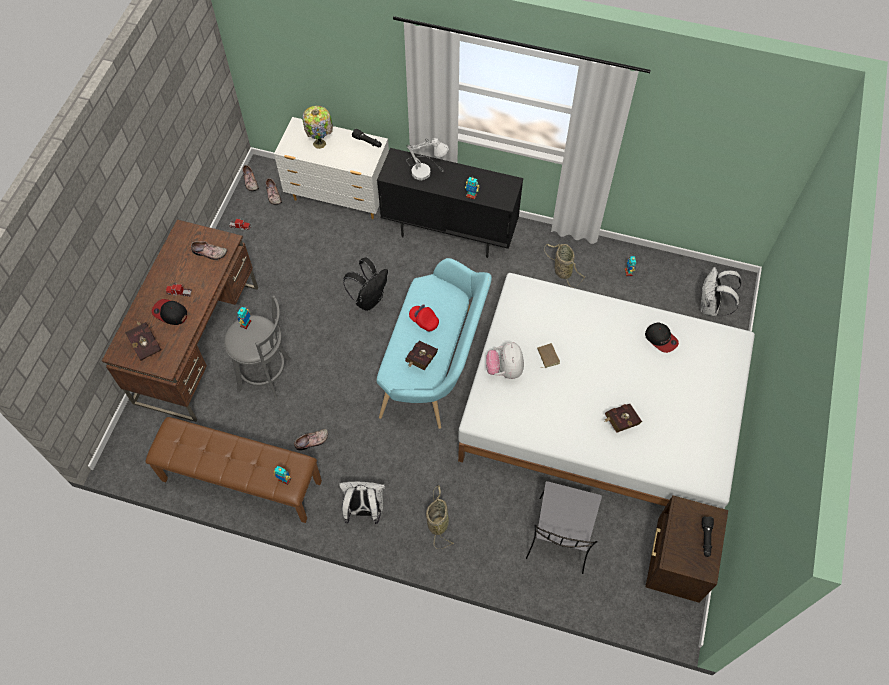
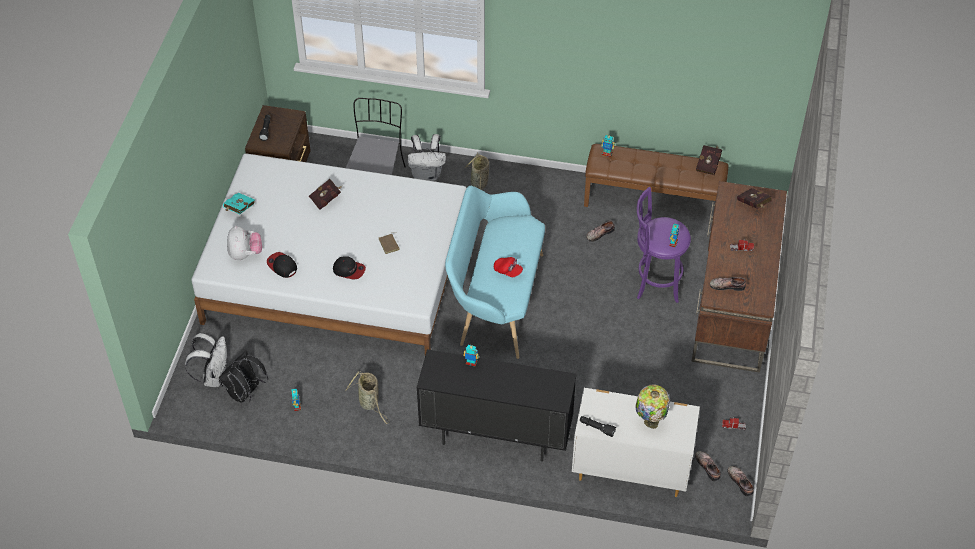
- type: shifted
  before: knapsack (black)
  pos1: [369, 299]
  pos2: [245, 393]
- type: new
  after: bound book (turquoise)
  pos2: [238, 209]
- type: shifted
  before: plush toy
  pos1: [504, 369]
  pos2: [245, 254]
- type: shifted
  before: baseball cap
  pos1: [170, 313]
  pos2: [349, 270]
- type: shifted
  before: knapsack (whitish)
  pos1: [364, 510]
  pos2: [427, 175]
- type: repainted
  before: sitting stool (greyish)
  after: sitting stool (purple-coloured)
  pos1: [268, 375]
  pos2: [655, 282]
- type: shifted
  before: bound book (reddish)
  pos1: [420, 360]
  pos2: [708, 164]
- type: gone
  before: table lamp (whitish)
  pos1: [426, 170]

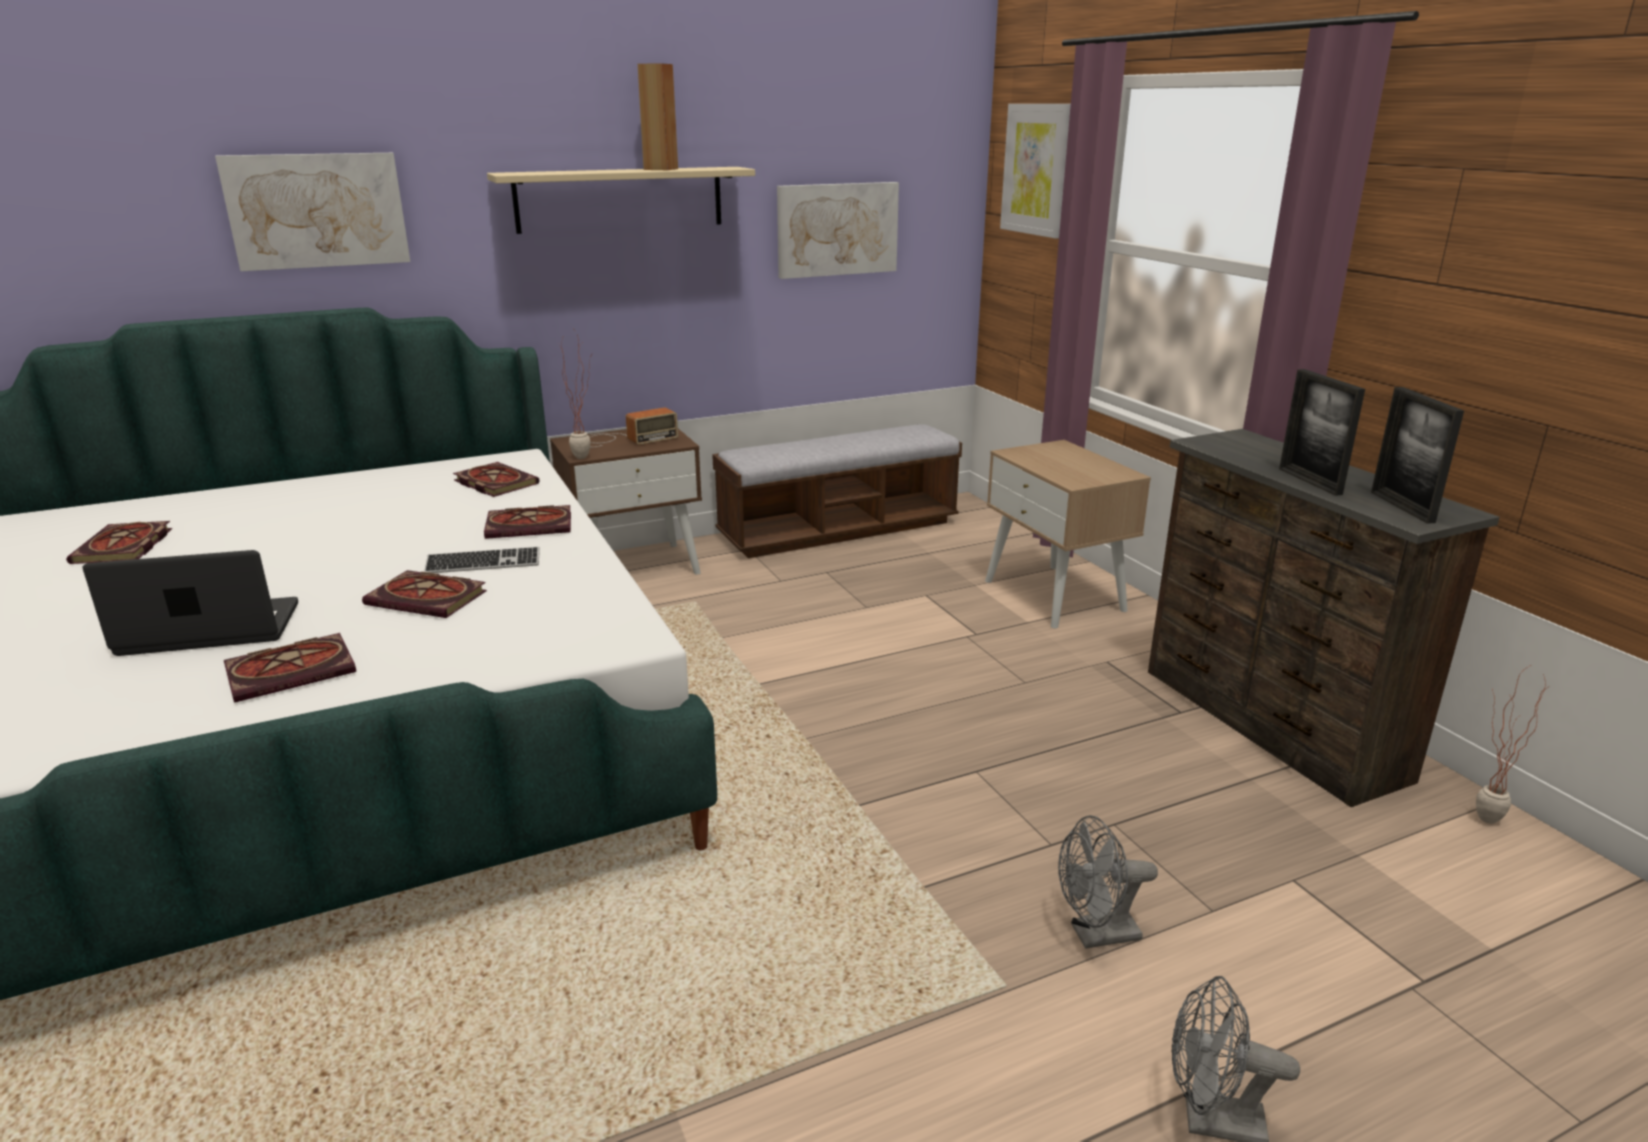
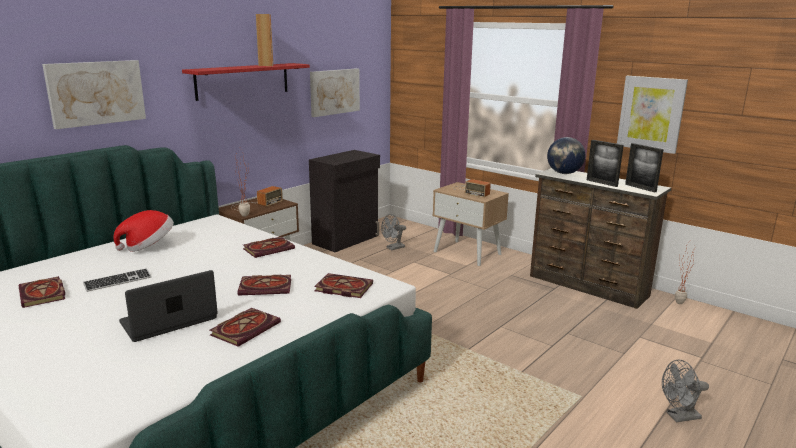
- type: shifted
  before: keyboard
  pos1: [483, 563]
  pos2: [118, 281]
- type: new
  after: hat
  pos2: [148, 246]
- type: repainted
  before: shelf (beige)
  after: shelf (reddish)
  pos1: [620, 199]
  pos2: [243, 81]
- type: swapped
  before: bench
  after: storage cabinet (black)
  pos1: [839, 530]
  pos2: [346, 240]
- type: shifted
  before: bound book
  pos1: [493, 483]
  pos2: [342, 288]
- type: shifted
  before: fan (greyish)
  pos1: [1095, 935]
  pos2: [393, 248]
- type: new
  after: radio receiver
  pos2: [471, 191]
- type: new
  after: desk globe
  pos2: [564, 173]
- type: shifted
  before: picture
  pos1: [1036, 170]
  pos2: [651, 114]

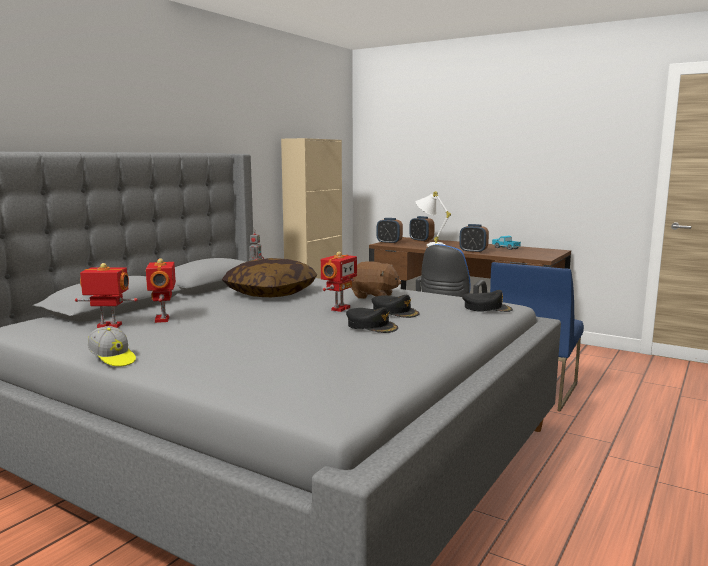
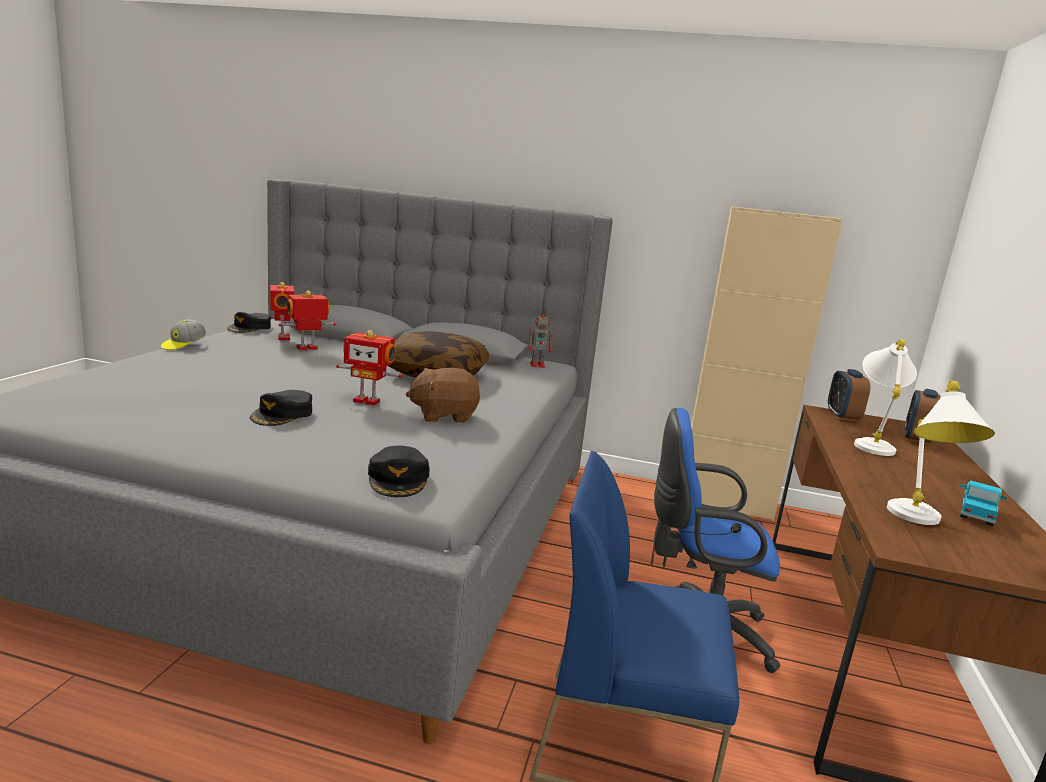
- type: shifted
  before: baseball cap (black)
  pos1: [395, 312]
  pos2: [250, 328]
- type: rotated
  before: plush toy (brown-coloured)
  pos1: [373, 296]
  pos2: [443, 415]
  turn: 75
- type: new
  after: table lamp (whitish)
  pos2: [918, 521]
- type: gone
  before: alarm clock
  pos1: [473, 252]

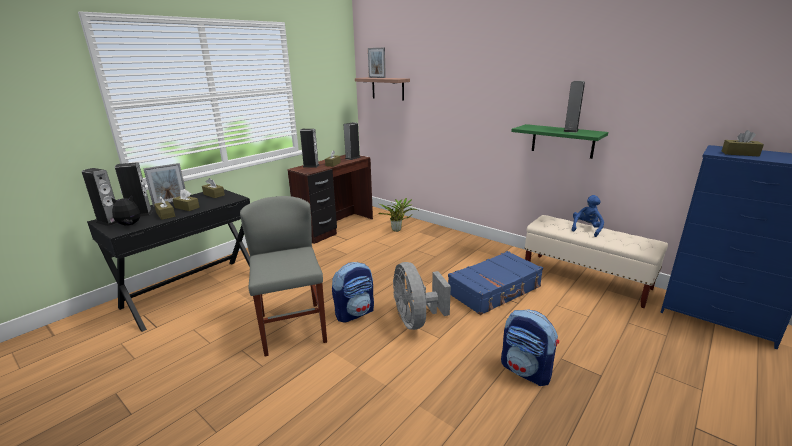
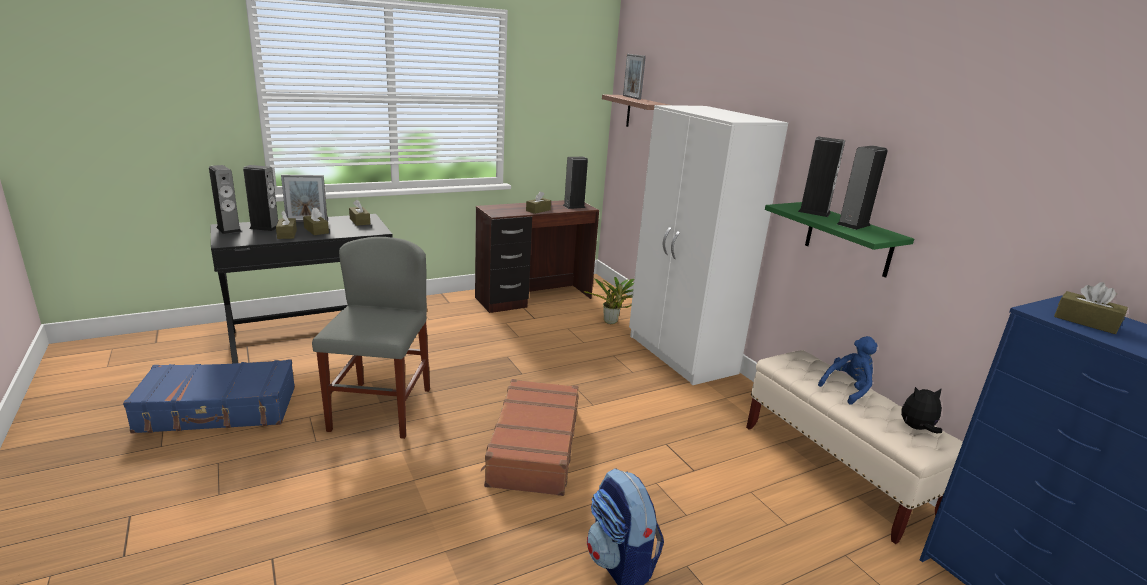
- type: shifted
  before: travel case (blue)
  pos1: [495, 290]
  pos2: [219, 410]
- type: swapped
  before: fan (greyish)
  after: travel case (brown-coloured)
  pos1: [416, 320]
  pos2: [533, 447]
- type: new
  after: armoire (whitish)
  pos2: [681, 355]
- type: shifted
  before: audio speaker
  pos1: [311, 166]
  pos2: [814, 212]
- type: shifted
  before: plush toy
  pos1: [129, 225]
  pos2: [917, 429]
- type: gone
  before: knapsack
  pos1: [355, 313]

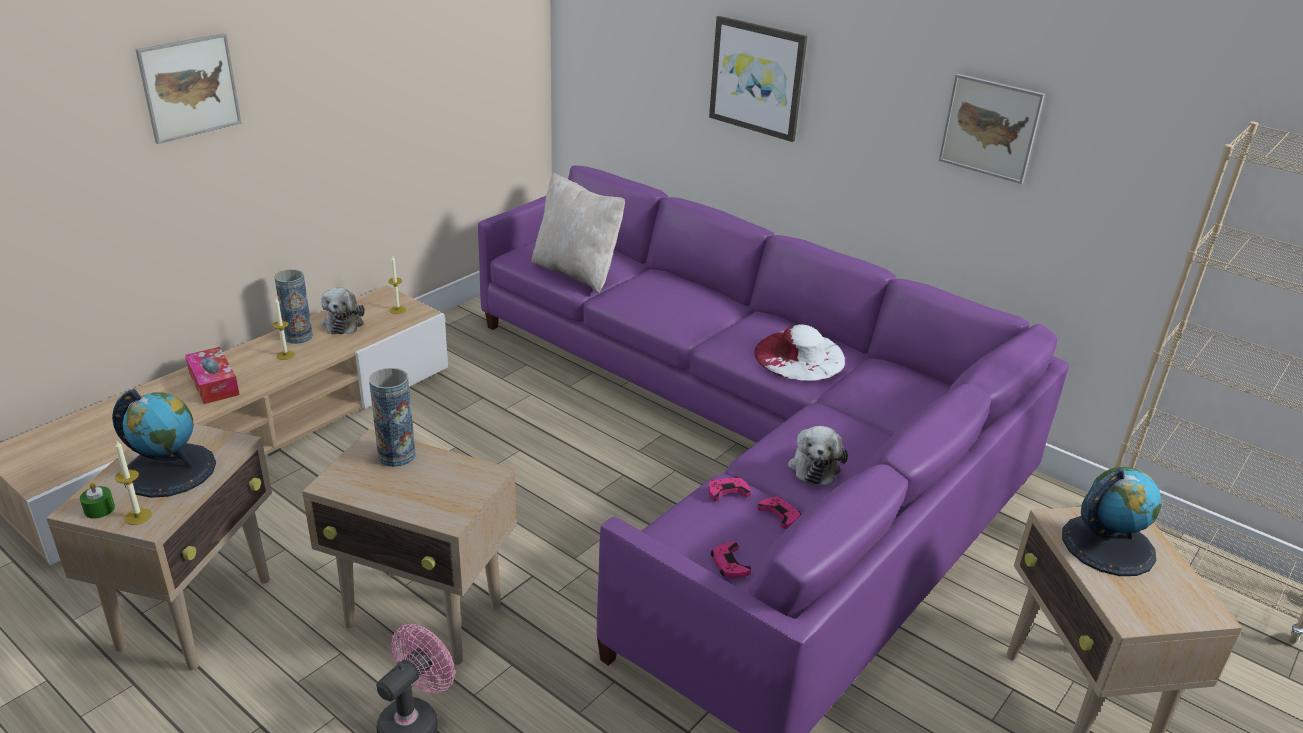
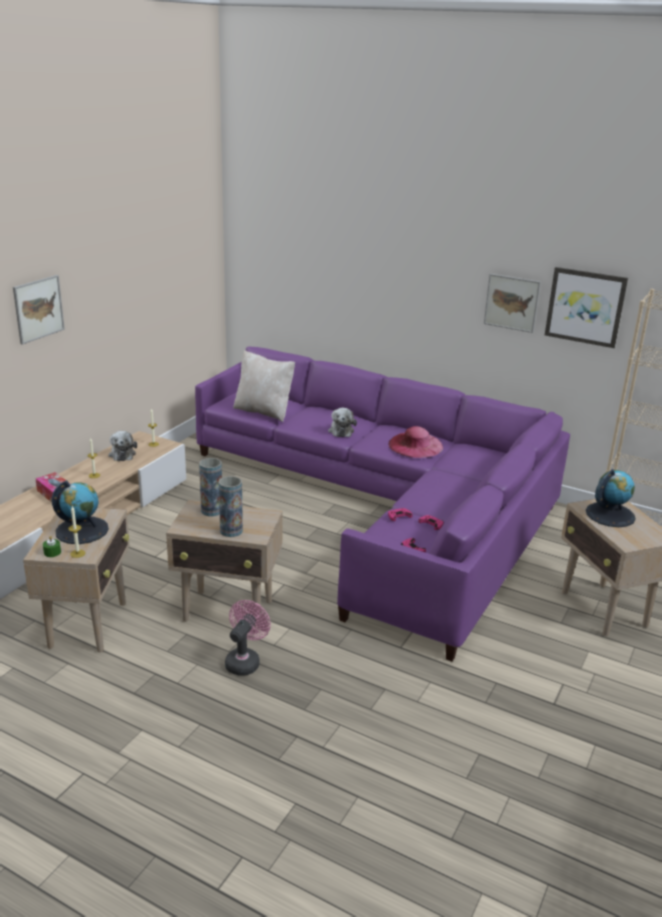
- type: shifted
  before: flower vase
  pos1: [298, 336]
  pos2: [231, 531]
- type: shifted
  before: plush toy
  pos1: [814, 465]
  pos2: [341, 430]
- type: repainted
  before: hat (whitish)
  after: hat (pink-coloured)
  pos1: [799, 356]
  pos2: [415, 445]
- type: shifted
  before: picture
  pos1: [757, 78]
  pos2: [585, 307]

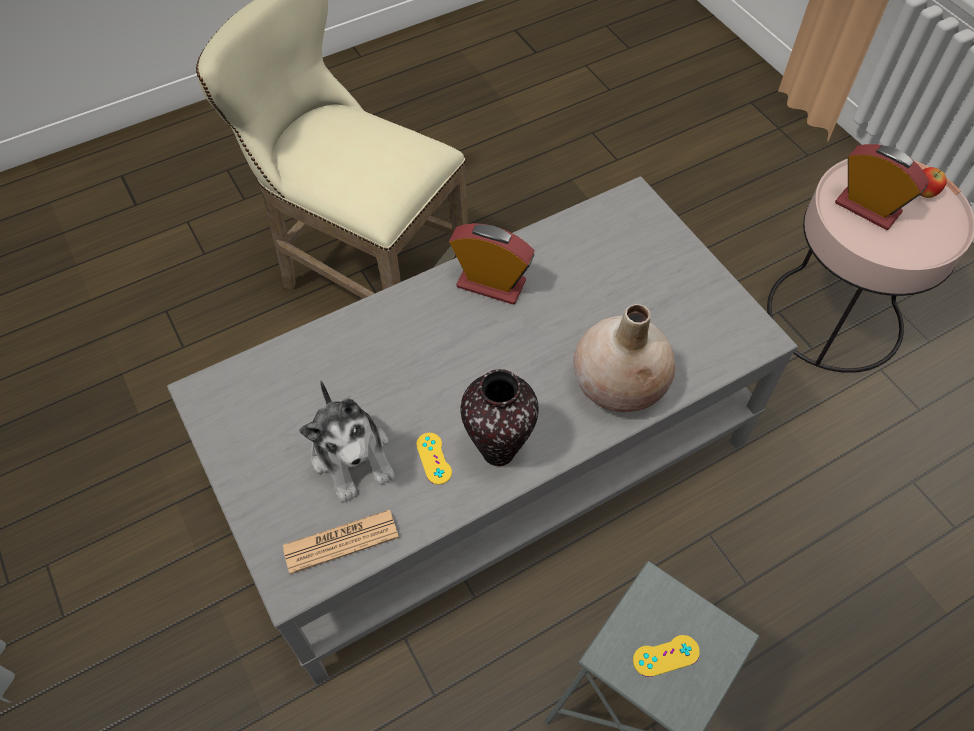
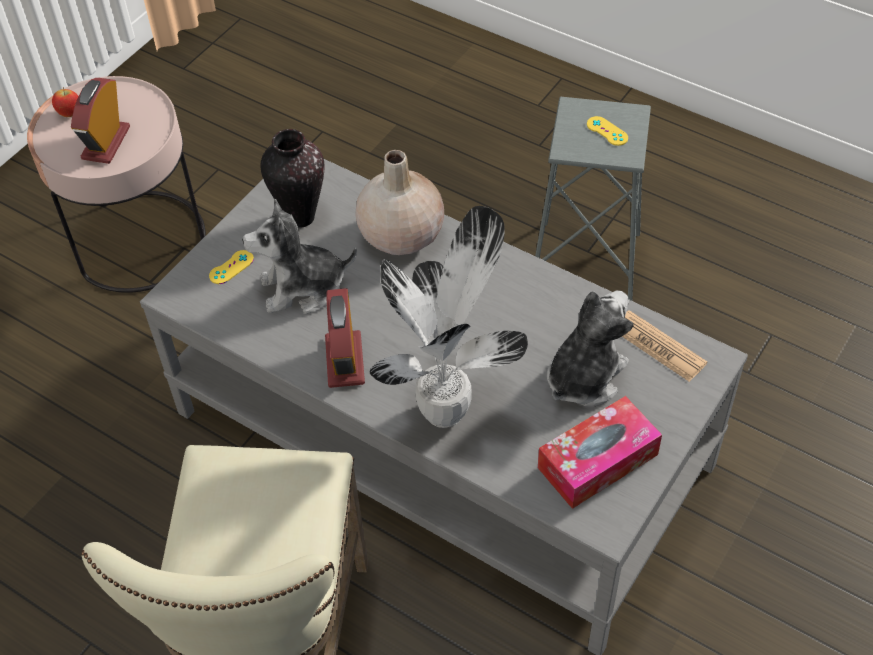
- type: shifted
  before: joypad (yellowish)
  pos1: [434, 458]
  pos2: [231, 267]
- type: new
  after: plush toy
  pos2: [303, 288]
- type: shifted
  before: flower vase
  pos1: [499, 451]
  pos2: [300, 217]
- type: new
  after: plant in a pot
  pos2: [447, 409]
- type: new
  after: box of tissues
  pos2: [597, 461]

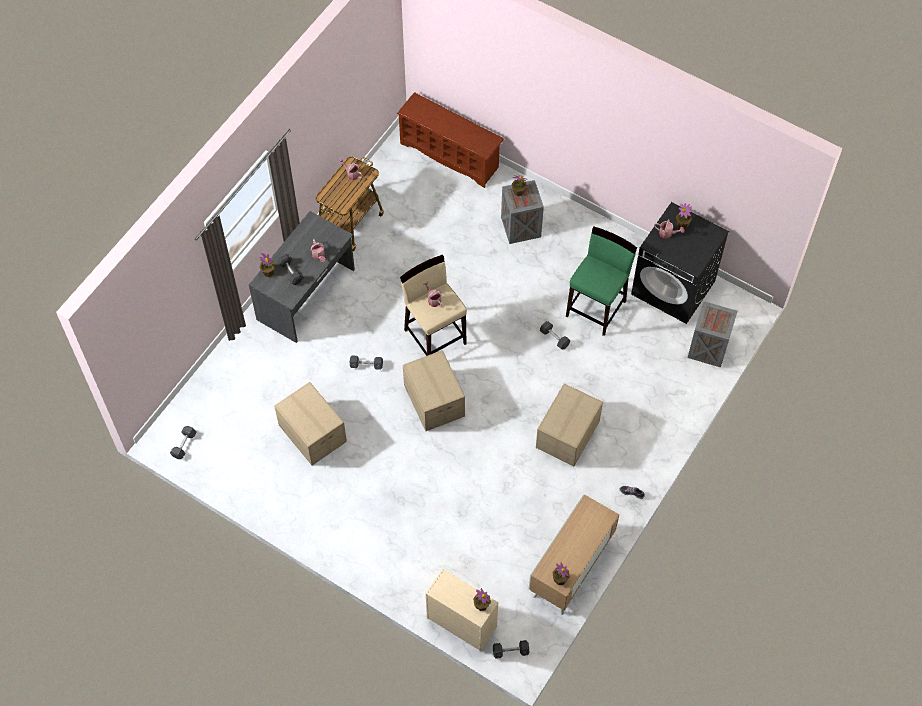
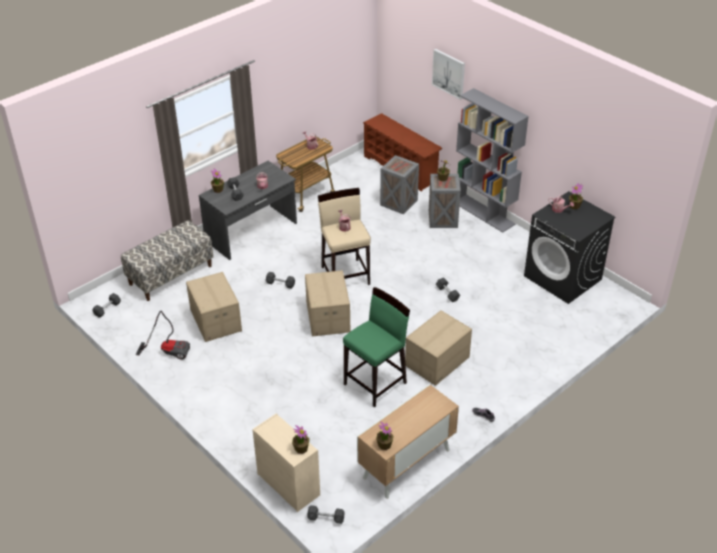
- type: new
  after: bench
  pos2: [170, 275]
- type: new
  after: vacuum cleaner
  pos2: [169, 350]
- type: shifted
  before: sitting stool (greenish)
  pos1: [596, 308]
  pos2: [376, 383]
- type: shifted
  before: shipping crate
  pos1: [709, 348]
  pos2: [399, 202]
- type: new
  after: picture
  pos2: [448, 73]
- type: new
  after: shelving unit (greyish)
  pos2: [484, 213]

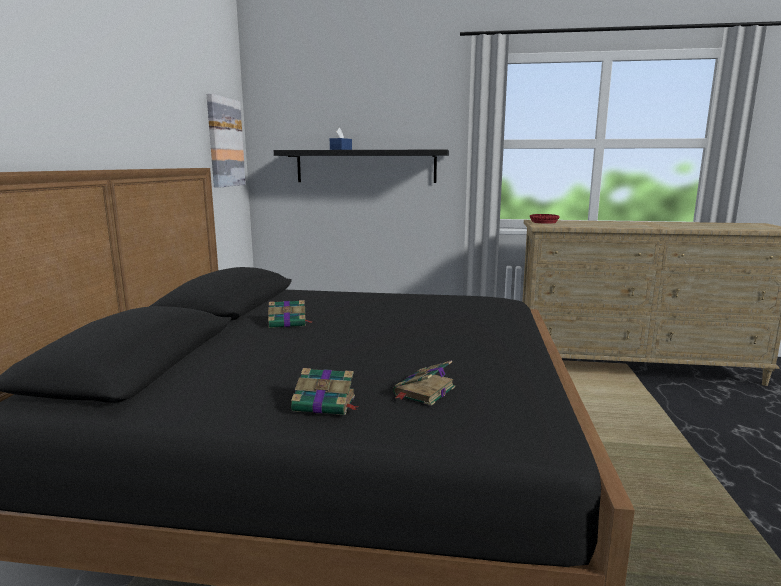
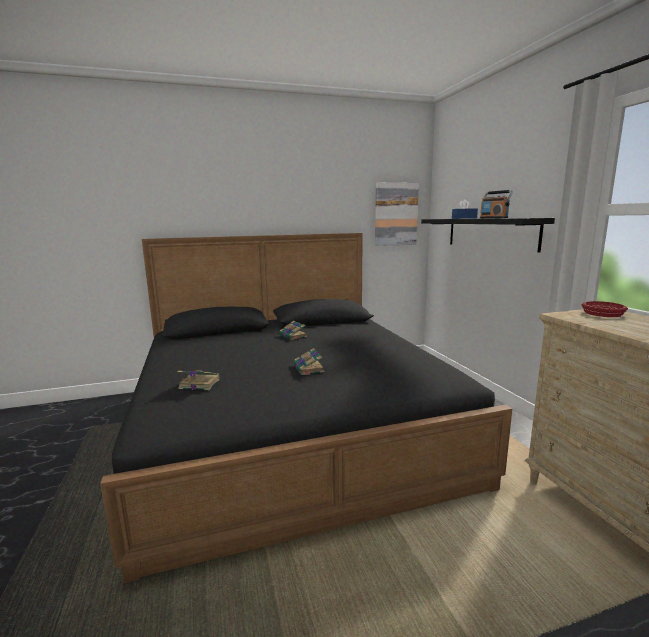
- type: shifted
  before: bound book
  pos1: [325, 404]
  pos2: [309, 369]
- type: new
  after: radio receiver
  pos2: [493, 218]

